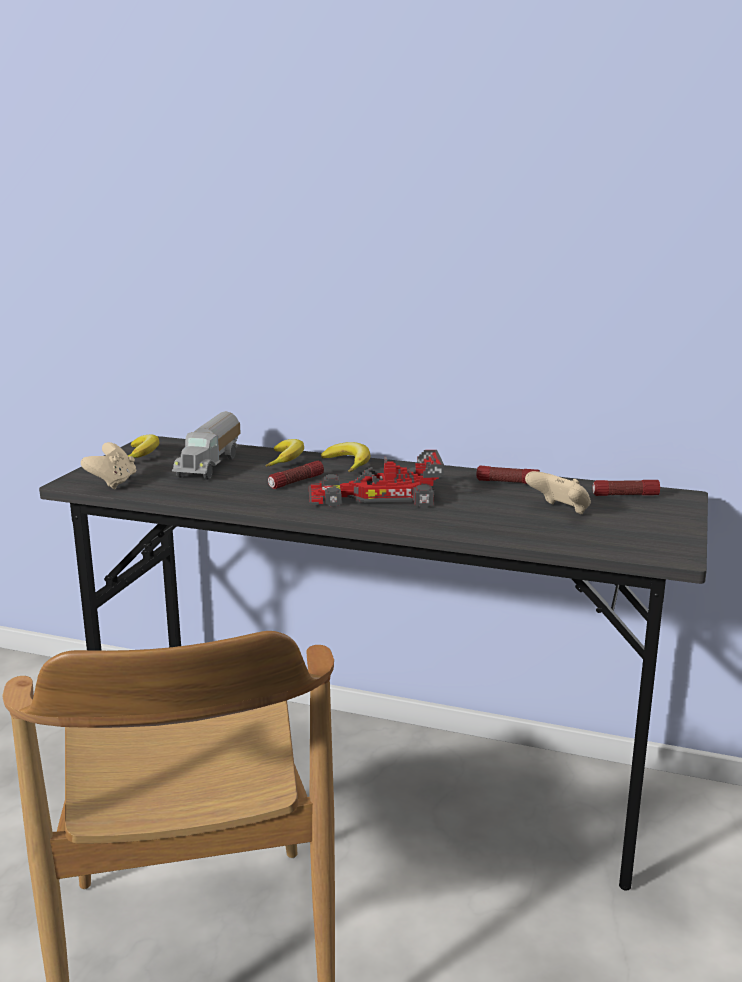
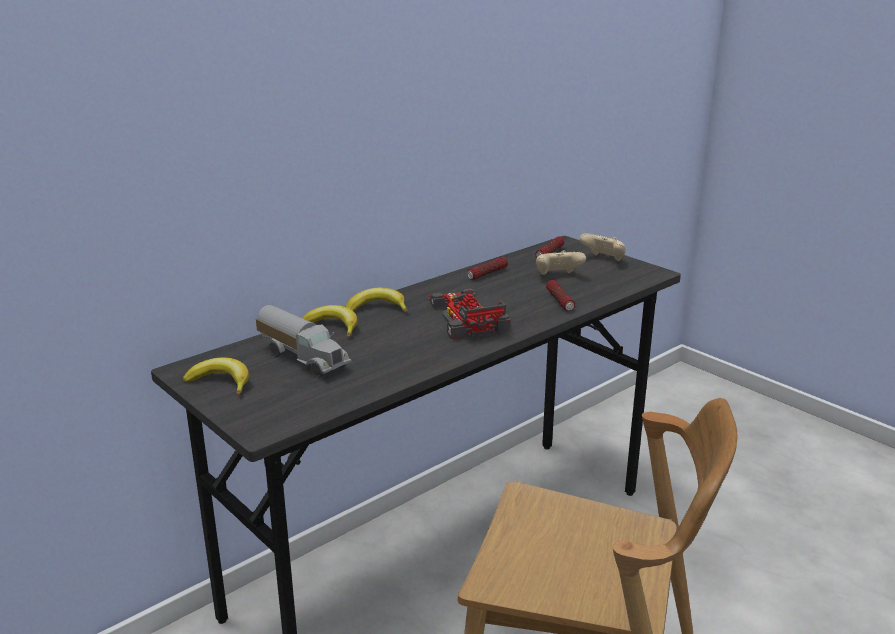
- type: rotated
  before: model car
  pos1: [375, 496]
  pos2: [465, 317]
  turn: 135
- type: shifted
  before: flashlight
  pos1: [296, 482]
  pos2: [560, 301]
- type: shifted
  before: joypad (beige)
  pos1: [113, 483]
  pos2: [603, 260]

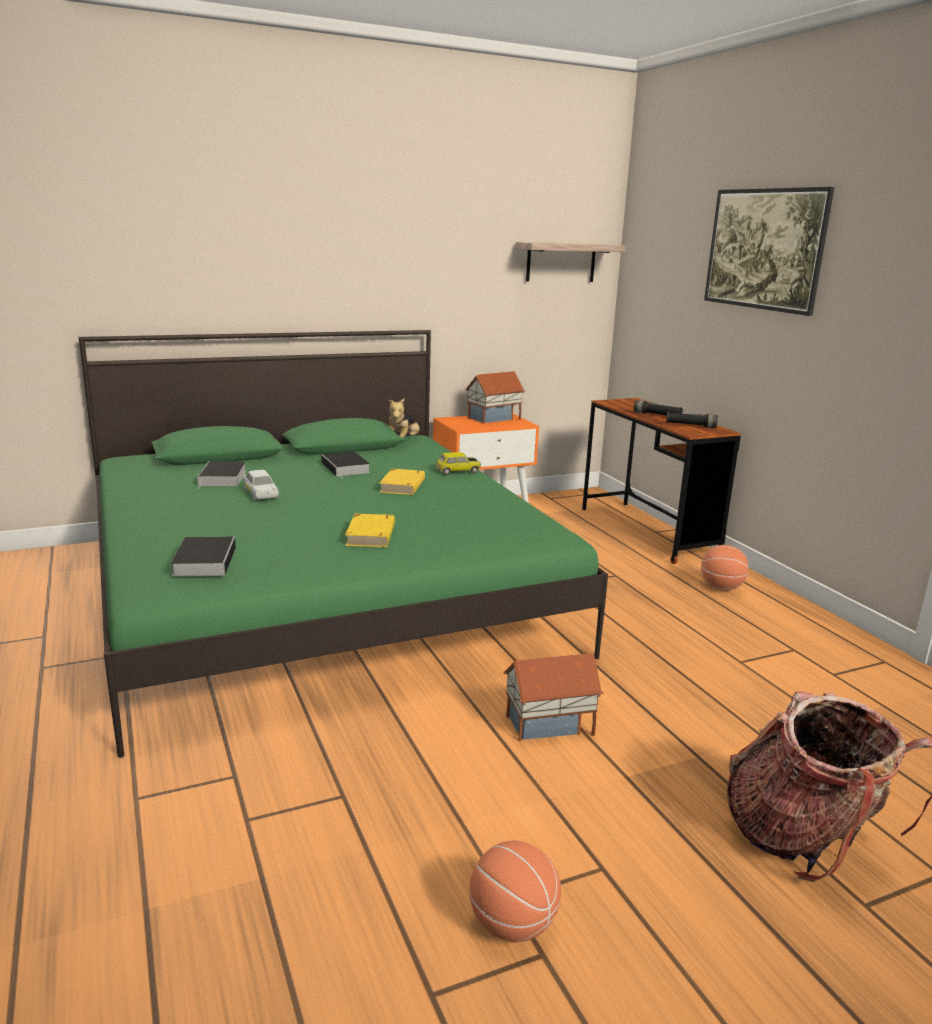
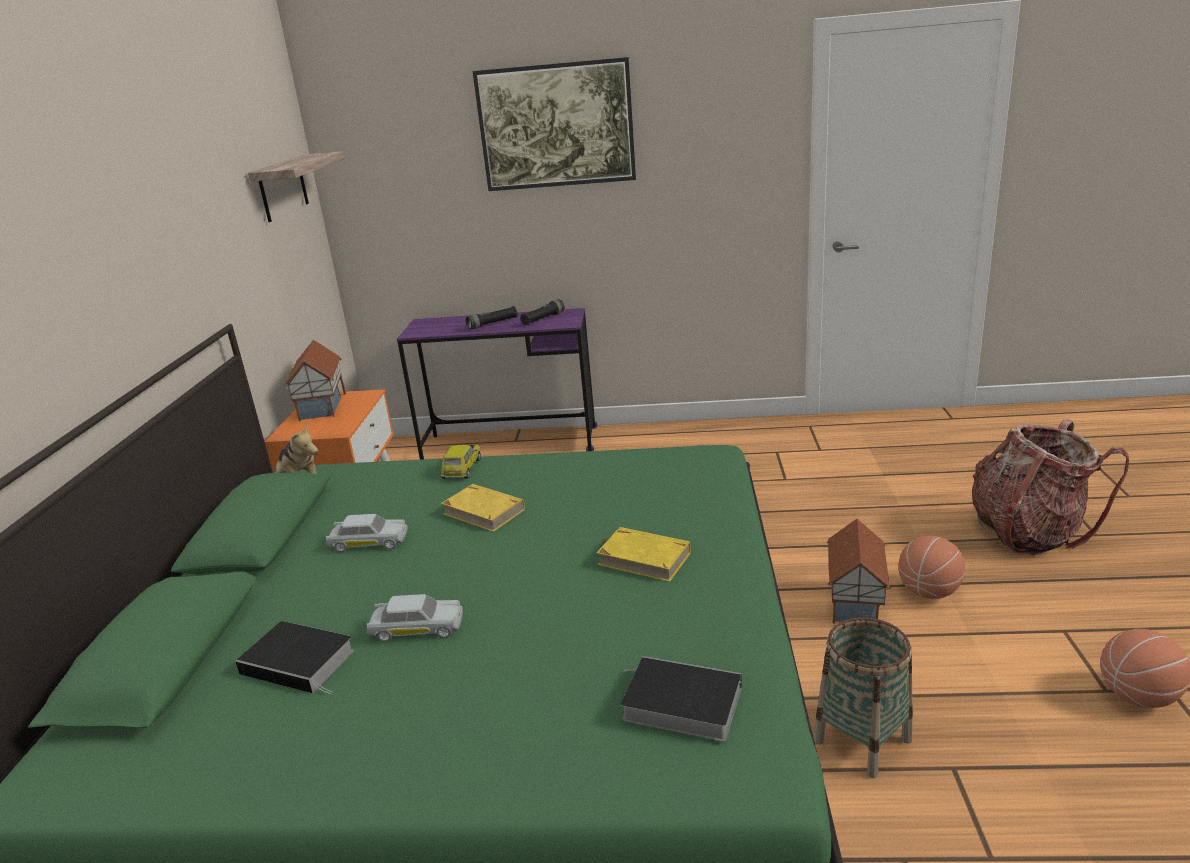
- type: swapped
  before: bound book
  after: model car (whitish)
  pos1: [346, 468]
  pos2: [368, 542]
- type: repainted
  before: desk table (brown-coloured)
  after: desk table (purple-coloured)
  pos1: [647, 531]
  pos2: [510, 444]
- type: new
  after: storage basket
  pos2: [862, 740]
- type: shifted
  before: basketball ball
  pos1: [721, 588]
  pos2: [929, 591]

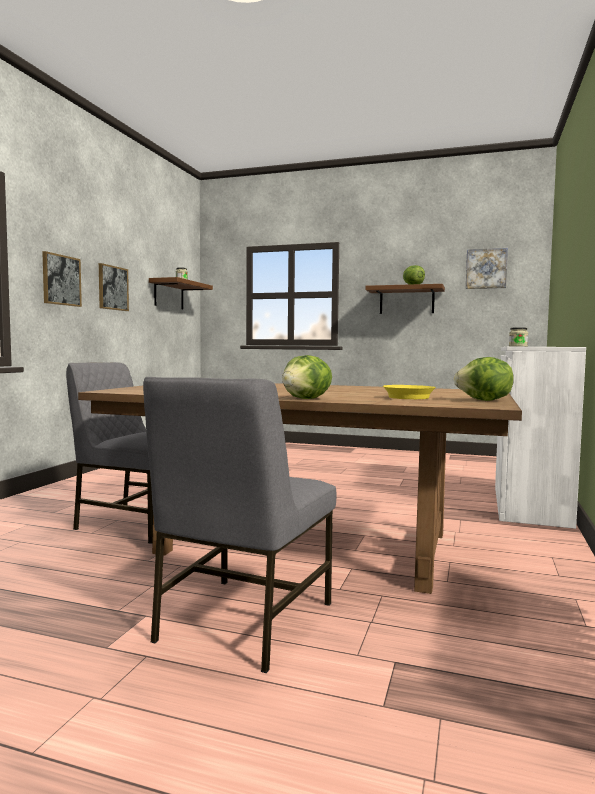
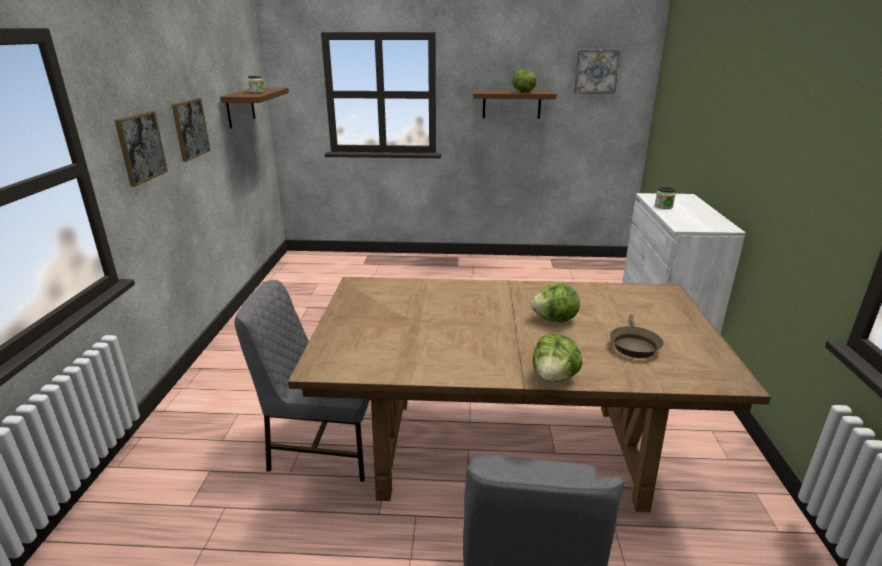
- type: shifted
  before: head of lettuce
  pos1: [484, 401]
  pos2: [555, 320]
- type: repainted
  before: pan (yellowish)
  after: pan (brown-coloured)
  pos1: [410, 397]
  pos2: [633, 345]

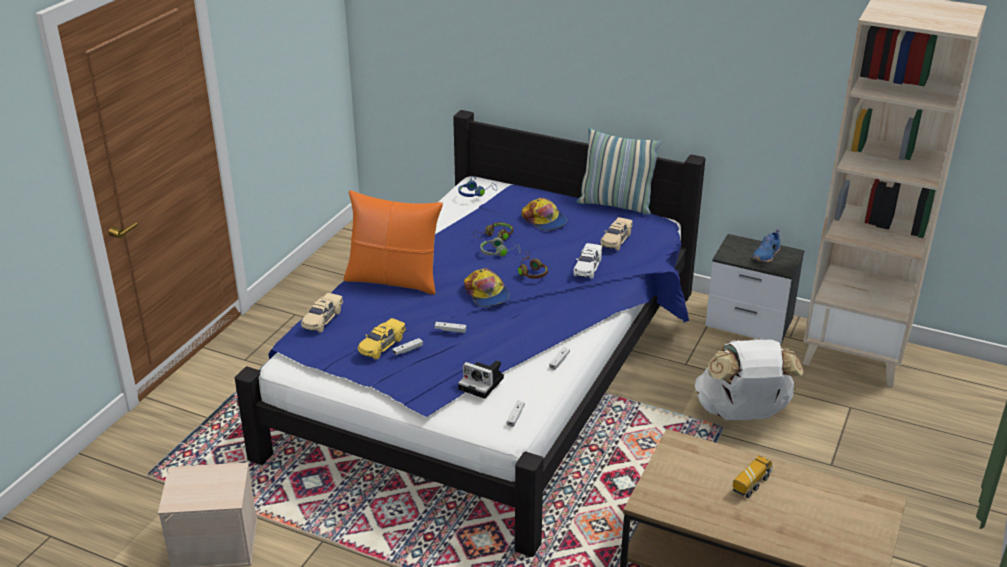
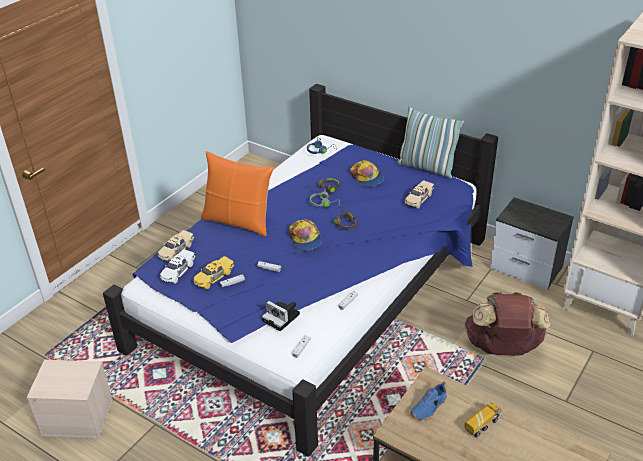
- type: shifted
  before: model car (whitish)
  pos1: [587, 267]
  pos2: [178, 271]
- type: shifted
  before: low shoe (blue)
  pos1: [766, 255]
  pos2: [429, 408]
- type: repainted
  before: knapsack (whitish)
  after: knapsack (brown-coloured)
  pos1: [742, 414]
  pos2: [502, 348]

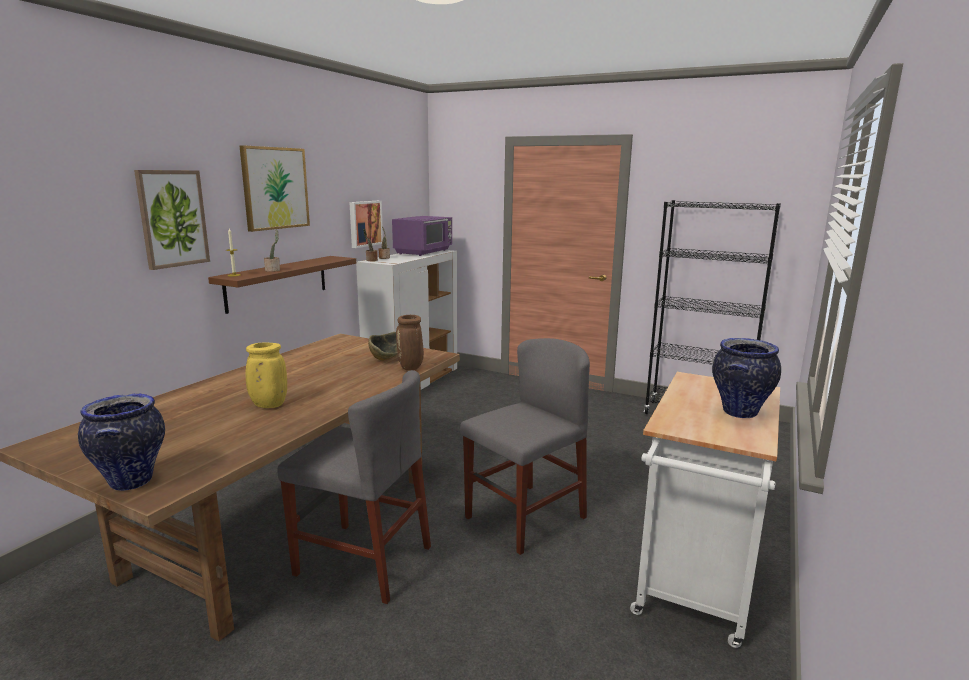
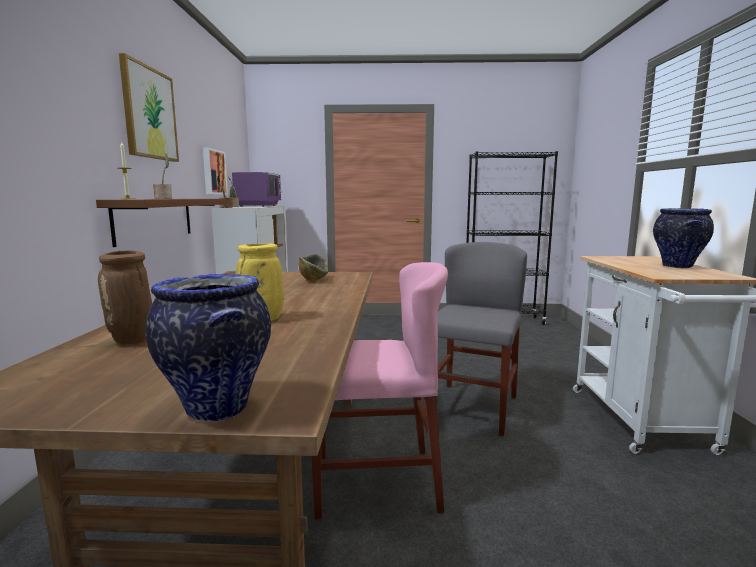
- type: shifted
  before: flower vase (brown-coloured)
  pos1: [411, 368]
  pos2: [133, 340]
- type: repainted
  before: upright chair (greyish)
  after: upright chair (pink-coloured)
  pos1: [363, 560]
  pos2: [375, 481]
- type: gone
  before: picture
  pos1: [172, 218]

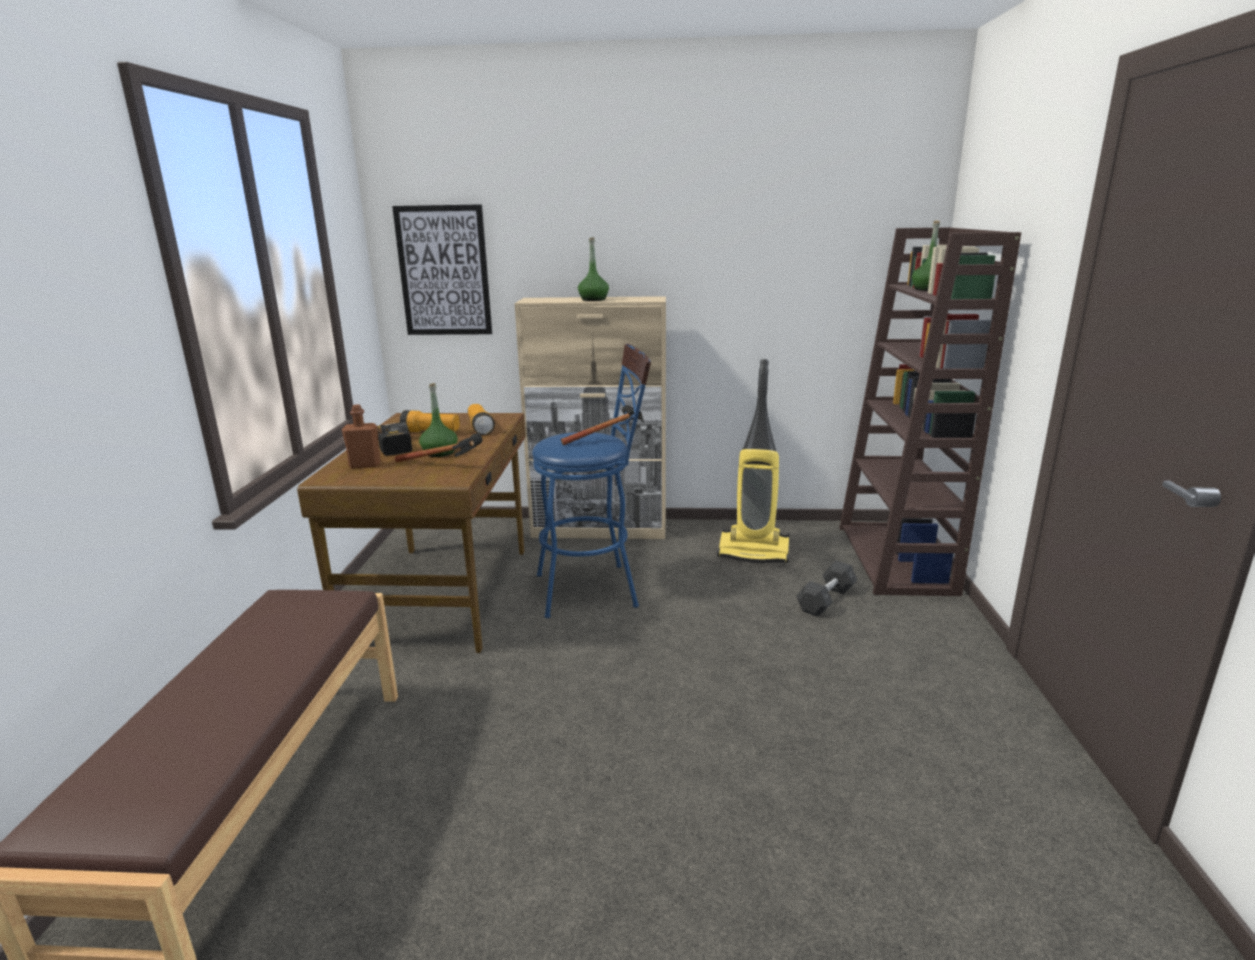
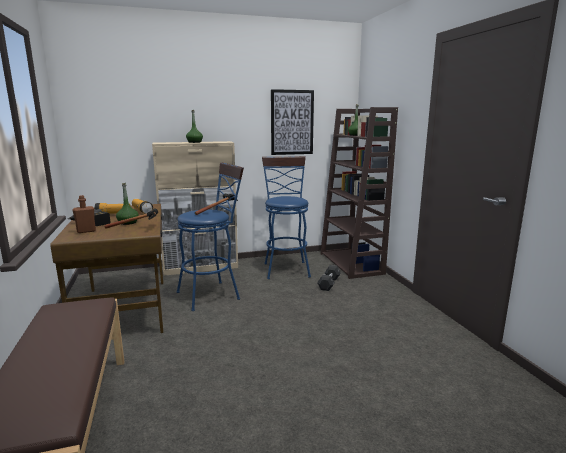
- type: swapped
  before: vacuum cleaner
  after: sitting stool (blue)
  pos1: [754, 552]
  pos2: [285, 268]
- type: shifted
  before: picture
  pos1: [444, 271]
  pos2: [292, 122]

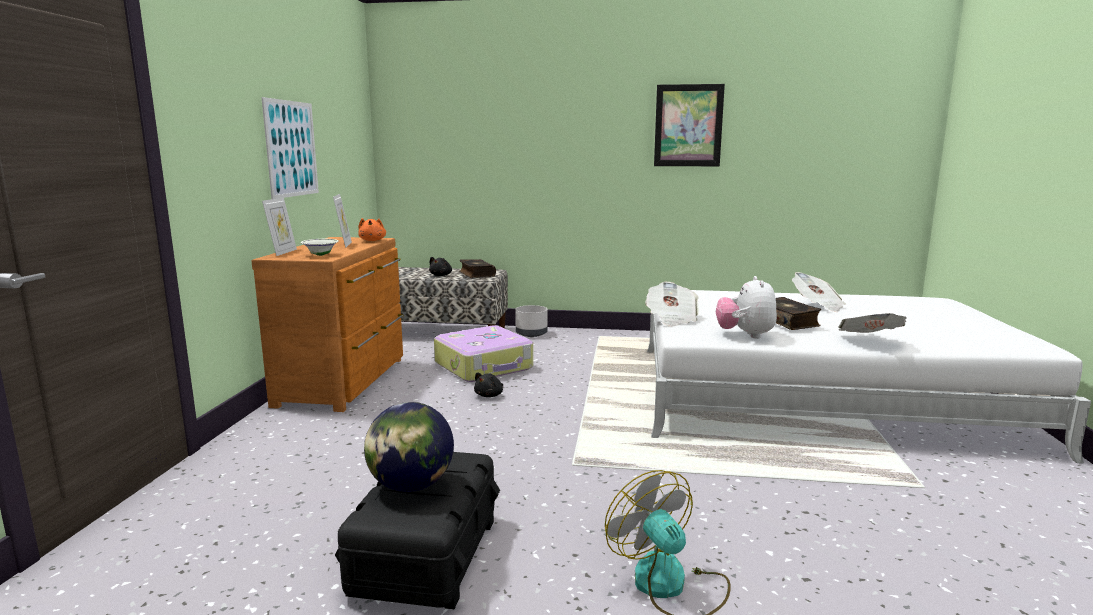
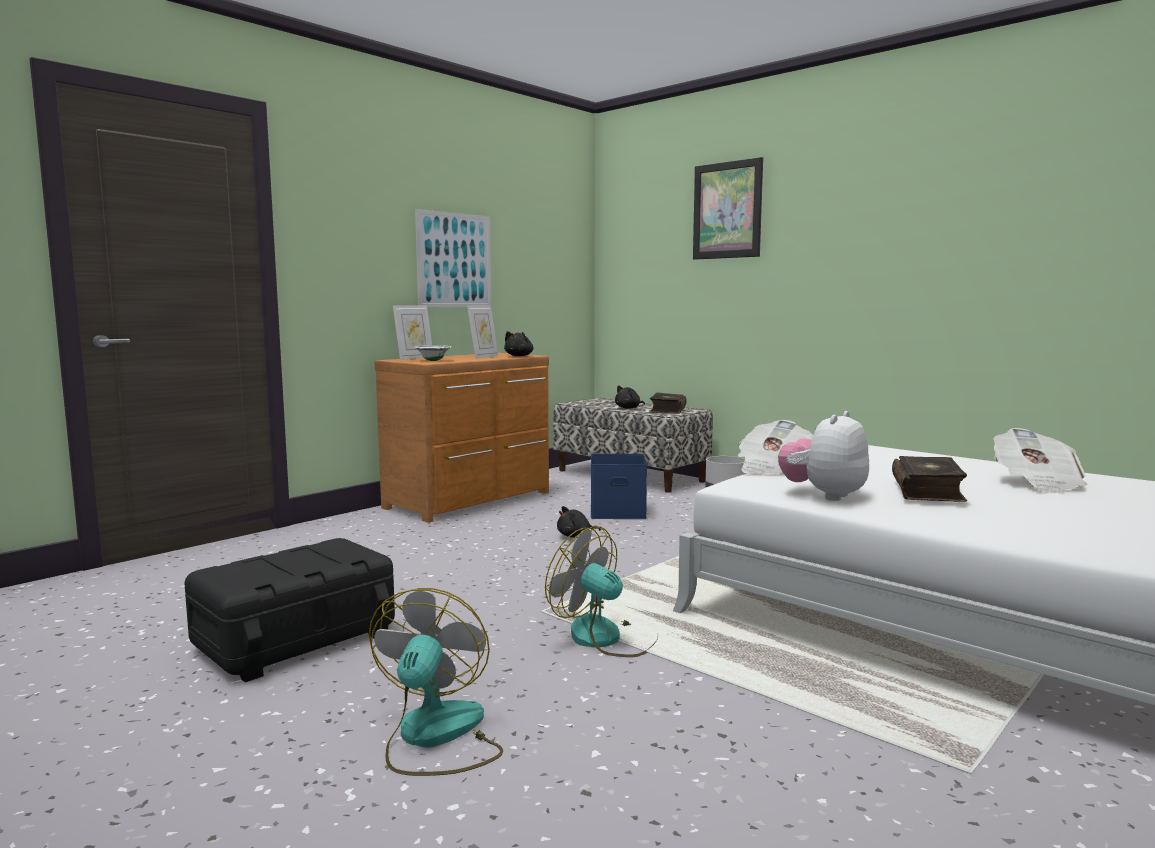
- type: repainted
  before: plush toy (orange)
  after: plush toy (black)
  pos1: [372, 240]
  pos2: [519, 356]
- type: new
  after: fan
  pos2: [606, 638]
- type: swapped
  before: travel case
  after: storage box (blue)
  pos1: [484, 366]
  pos2: [619, 511]
- type: shifted
  before: picture
  pos1: [688, 125]
  pos2: [727, 210]
- type: gone
  before: desk globe
  pos1: [411, 486]
- type: gone
  before: daily paper
  pos1: [869, 340]

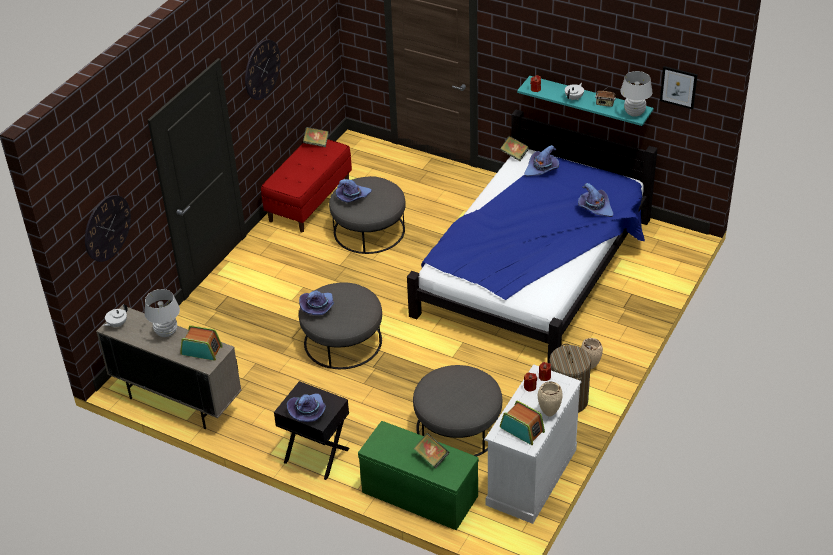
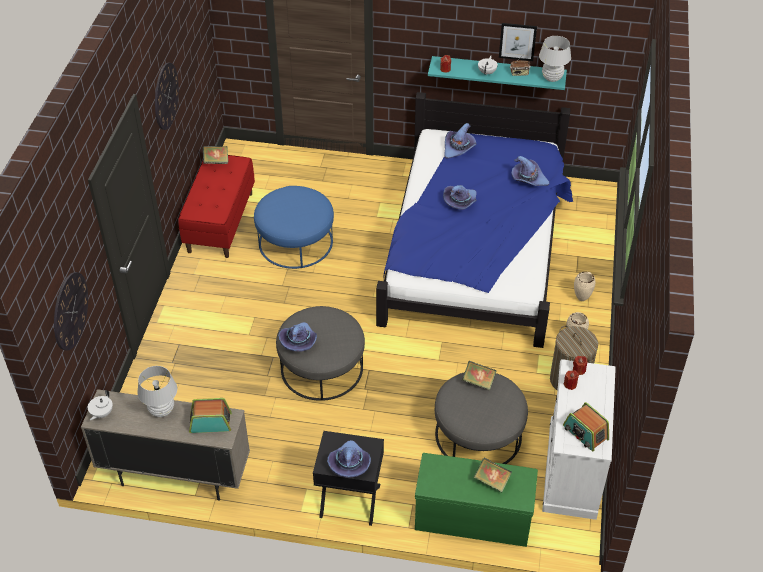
- type: repainted
  before: footrest (greyish)
  after: footrest (blue)
  pos1: [369, 230]
  pos2: [295, 242]
- type: shifted
  before: hat (purple-coloured)
  pos1: [352, 196]
  pos2: [460, 202]
- type: shifted
  before: bound book
  pos1: [514, 155]
  pos2: [478, 382]
- type: shifted
  before: picture
  pos1: [678, 87]
  pos2: [517, 41]
- type: rotated
  before: radio receiver
  pos1: [522, 429]
  pos2: [585, 433]
  turn: -150
- type: shifted
  before: flower vase (beige)
  pos1: [549, 413]
  pos2: [581, 299]

